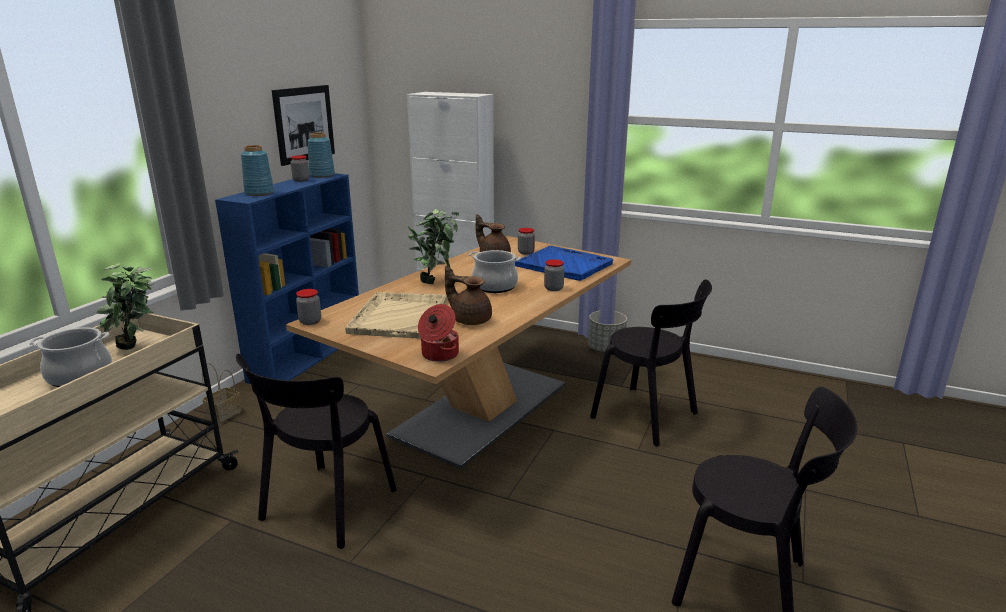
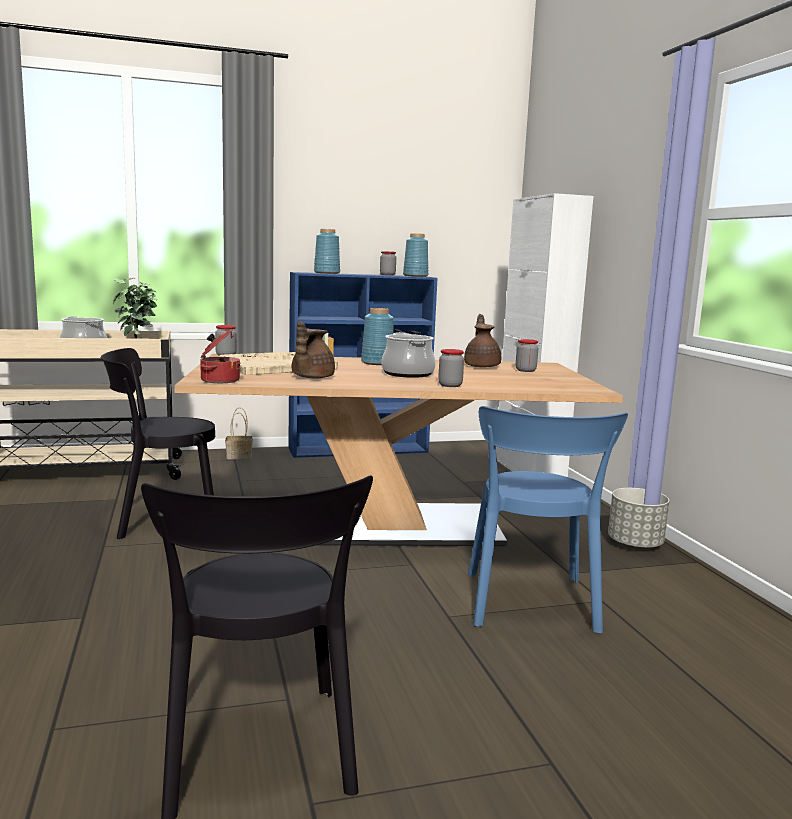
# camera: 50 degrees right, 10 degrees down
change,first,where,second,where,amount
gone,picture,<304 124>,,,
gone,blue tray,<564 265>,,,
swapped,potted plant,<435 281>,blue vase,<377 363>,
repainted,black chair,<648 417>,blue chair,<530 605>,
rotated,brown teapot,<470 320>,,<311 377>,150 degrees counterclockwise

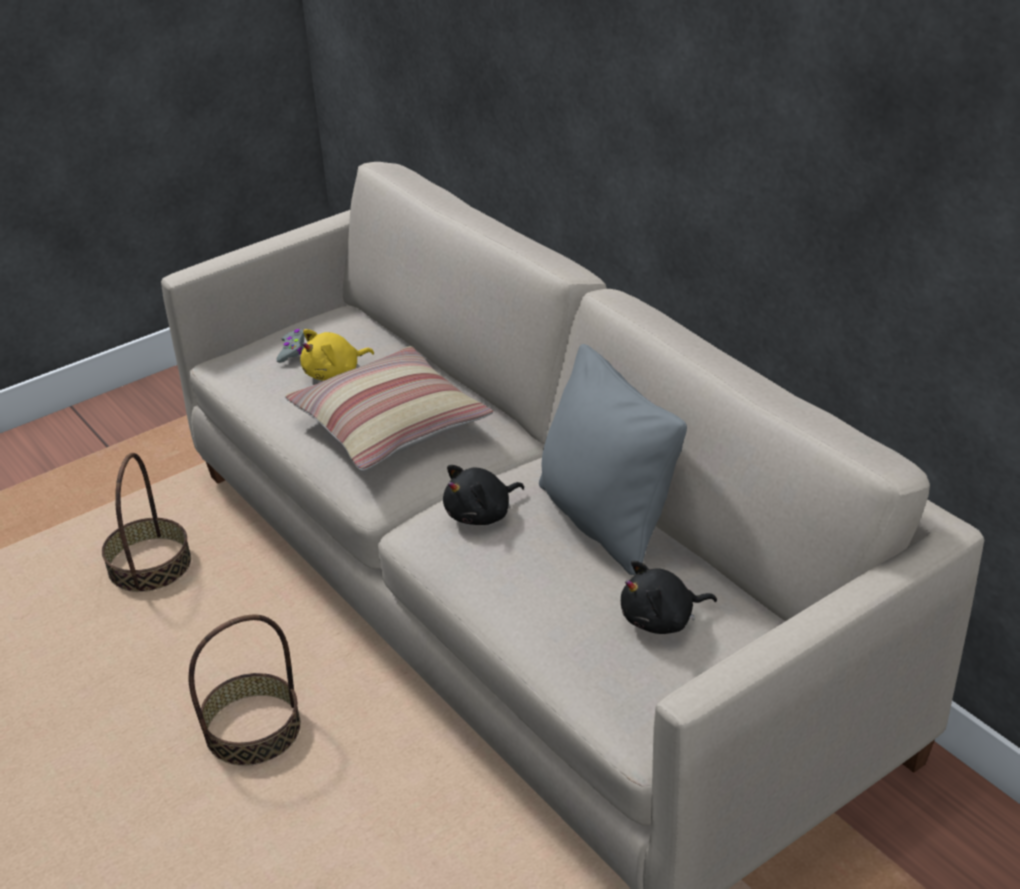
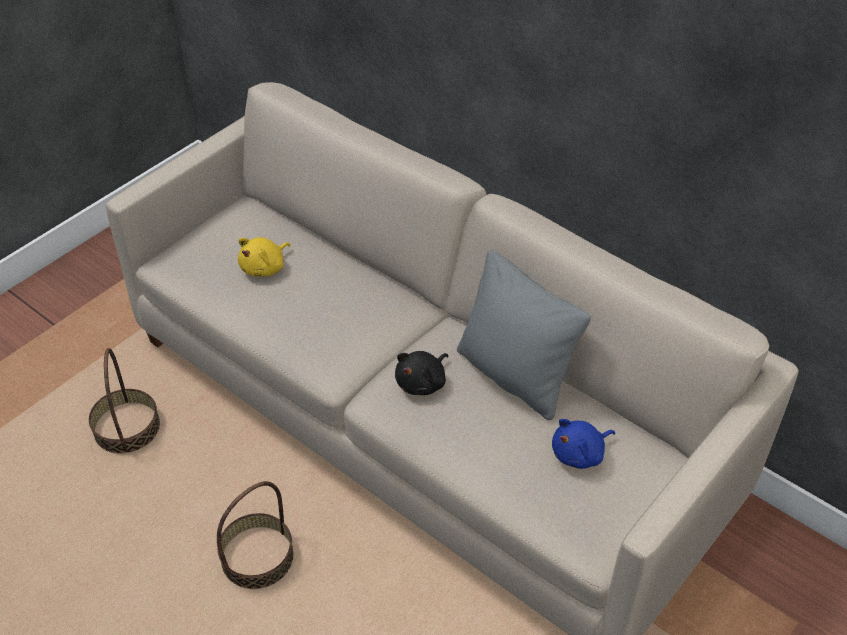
# camera: 15 degrees left, 10 degrees up
change,first,where,second,where,amount
gone,grey game controller,<292 350>,,,
gone,pillow,<390 424>,,,
repainted,black plush toy,<662 620>,blue plush toy,<580 454>,

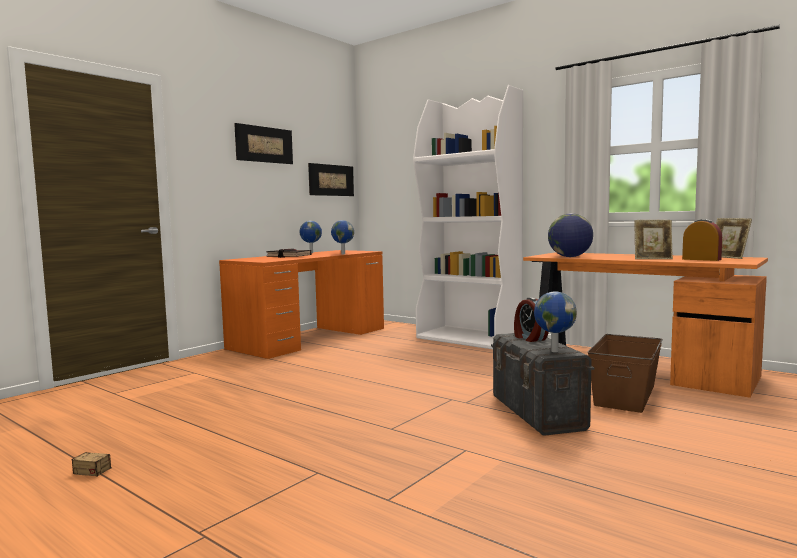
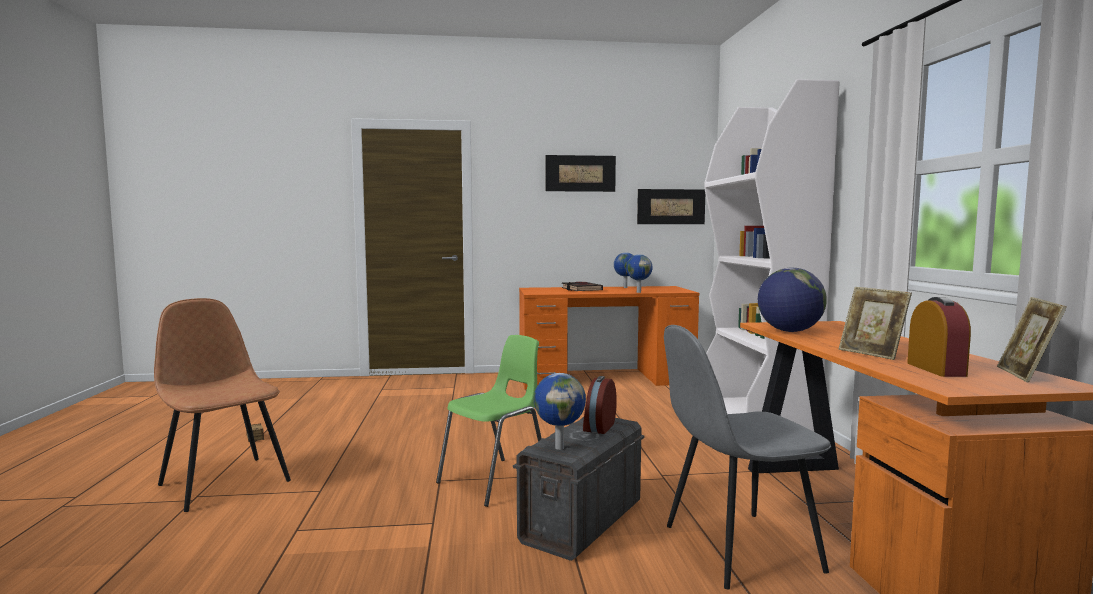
# camera: 45 degrees right, 0 degrees up
change,first,where,second,where,amount
new,,,brown chair,<224 482>,
new,,,green chair,<496 481>,
swapped,brown storage box,<624 395>,grey chair,<737 548>,

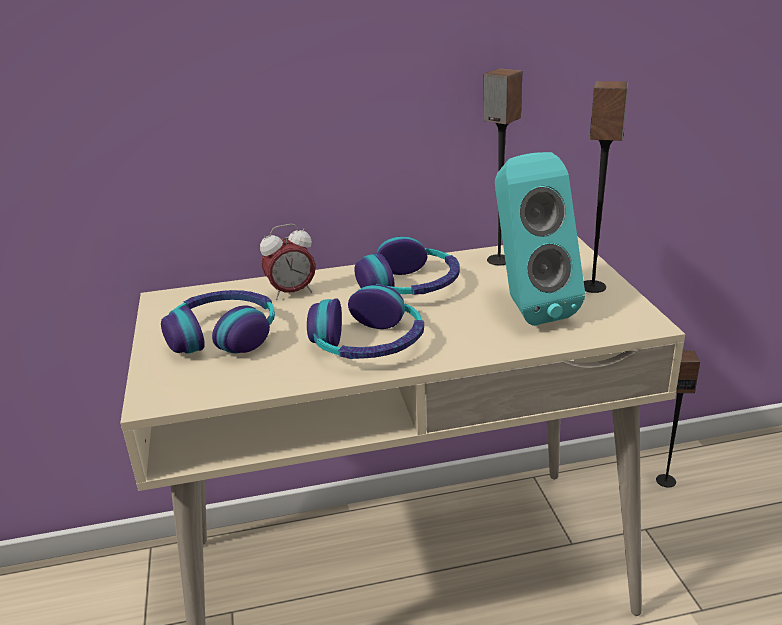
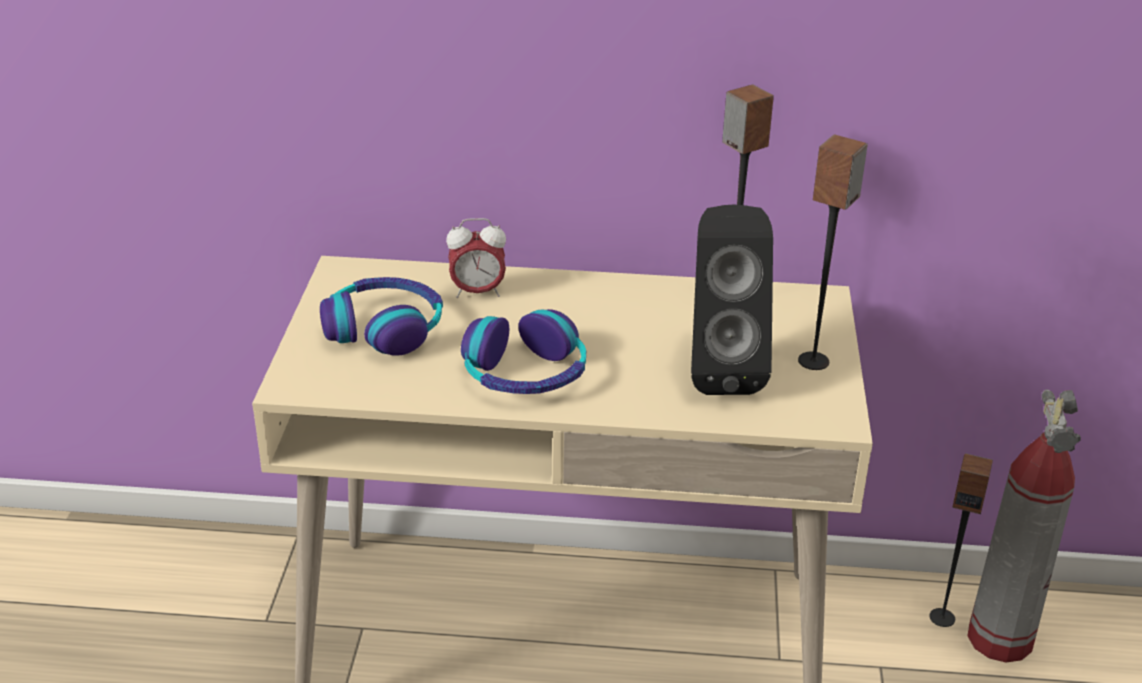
# camera: 15 degrees right, 5 degrees up
change,first,where,second,where,amount
gone,headphones,<410 286>,,,
new,,,fire extinguisher,<999 638>,
repainted,turquoise speaker,<527 308>,black speaker,<720 371>,

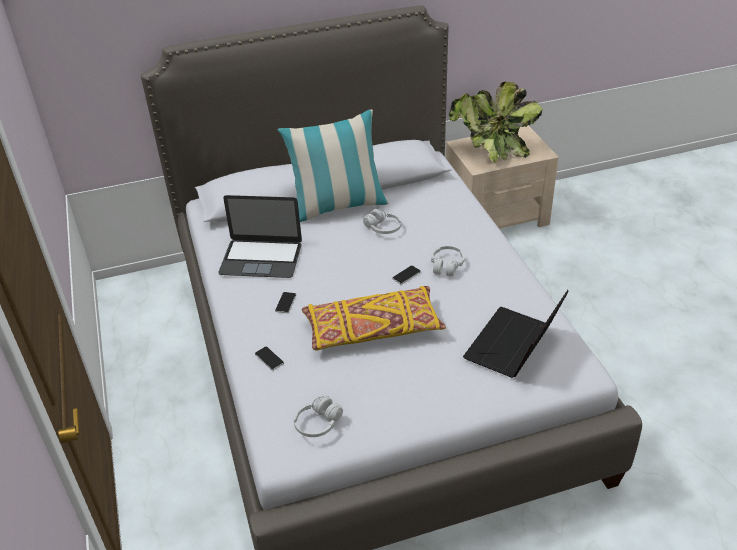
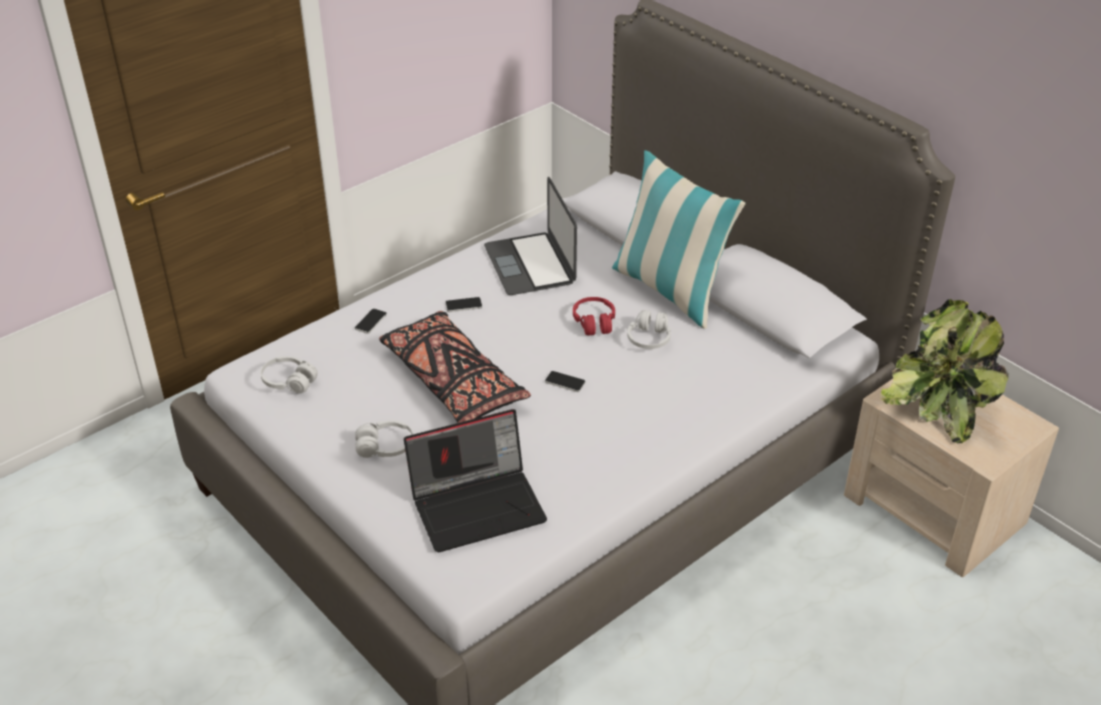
# camera: 65 degrees right, 0 degrees up
change,first,where,second,where,amount
new,,,red headphones,<594 322>,
shifted,white headphones,<446 266>,,<385 447>,
repainted,yellow pillow,<372 329>,black pillow,<452 381>,
rotated,laptop,<513 346>,,<478 505>,150 degrees clockwise

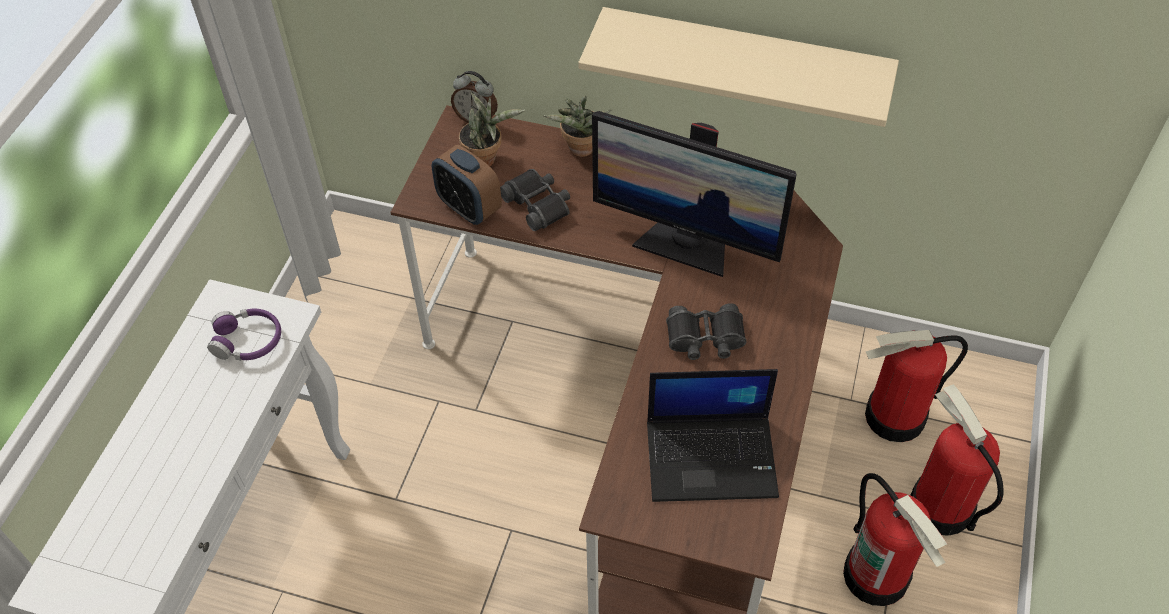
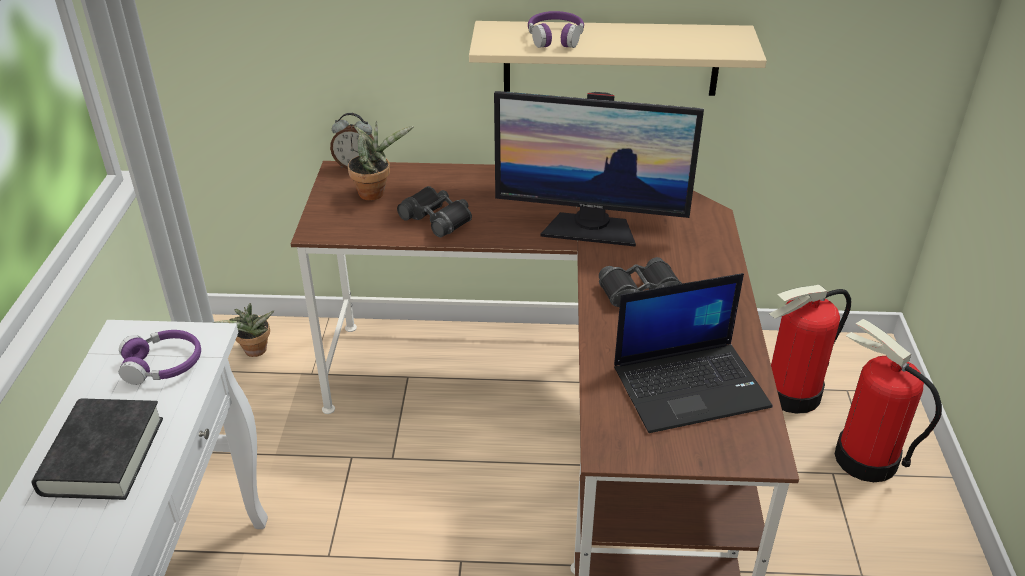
# camera: 15 degrees left, 15 degrees down
change,first,where,second,where,amount
gone,alarm clock,<469 208>,,,
gone,fire extinguisher,<877 575>,,,
new,,,black book,<103 456>,
new,,,purple headphones,<555 38>,
shifted,potted plant,<580 151>,,<254 352>,

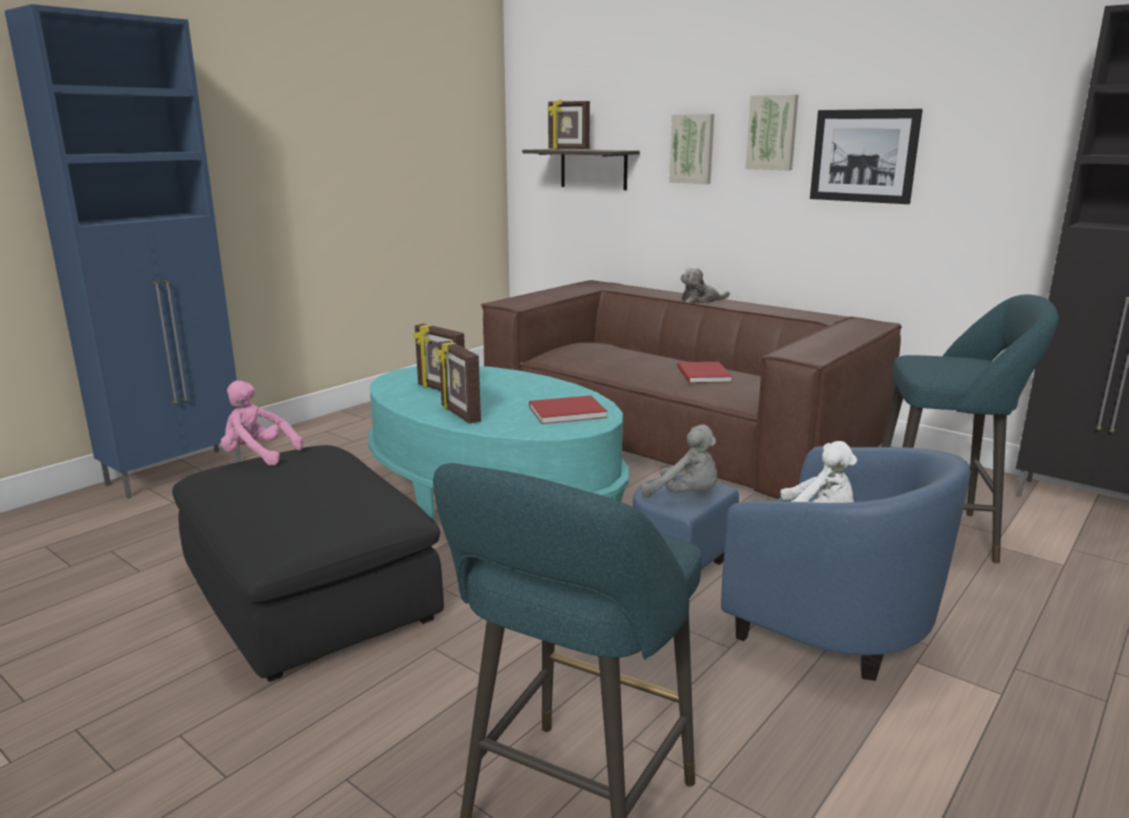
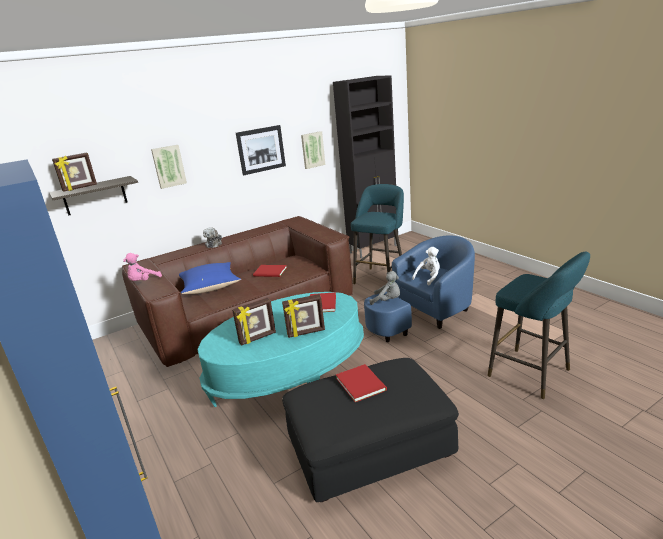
# camera: 70 degrees left, 5 degrees up
change,first,where,second,where,amount
new,,,blue pillow,<210 287>,
new,,,red book,<361 383>,
shifted,pink plush toy,<257 456>,,<143 282>,
shifted,picture,<772 132>,,<312 150>,
rotated,grey plush toy,<686 496>,,<387 300>,60 degrees clockwise

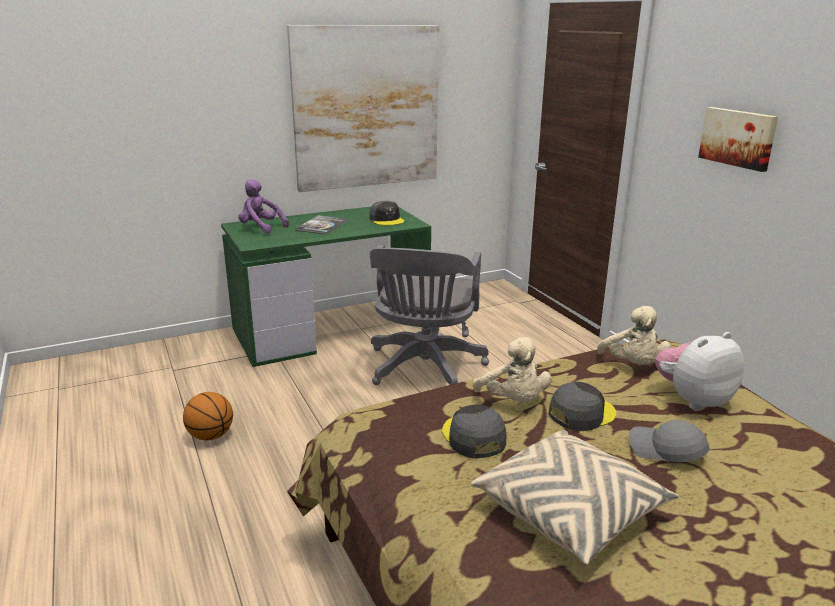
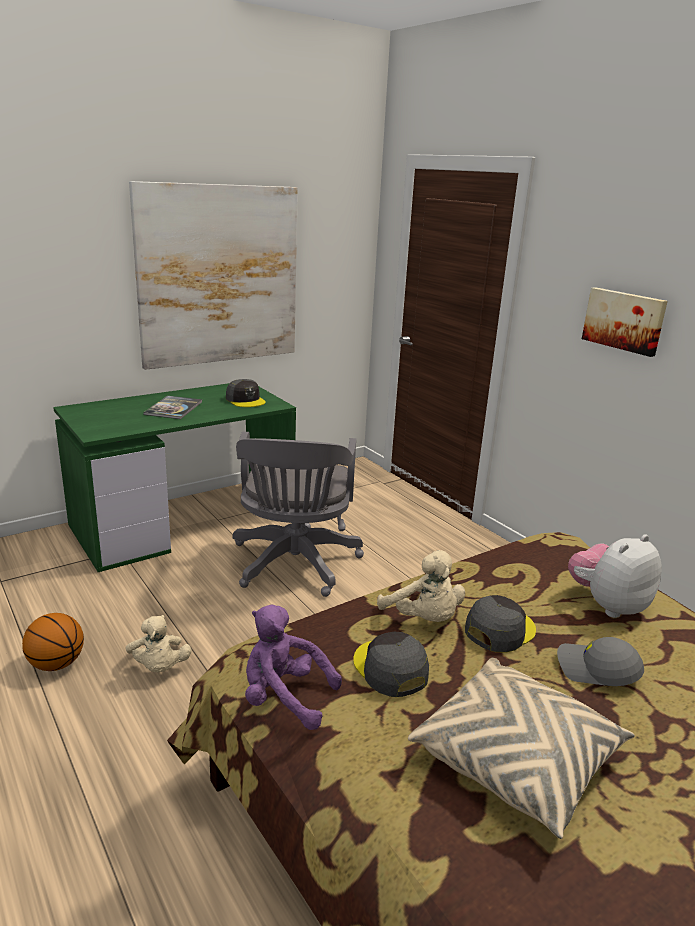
# camera: 10 degrees left, 0 degrees up
change,first,where,second,where,amount
shifted,purple plush toy,<261 228>,,<284 698>,
shifted,beige plush toy,<633 365>,,<159 667>,

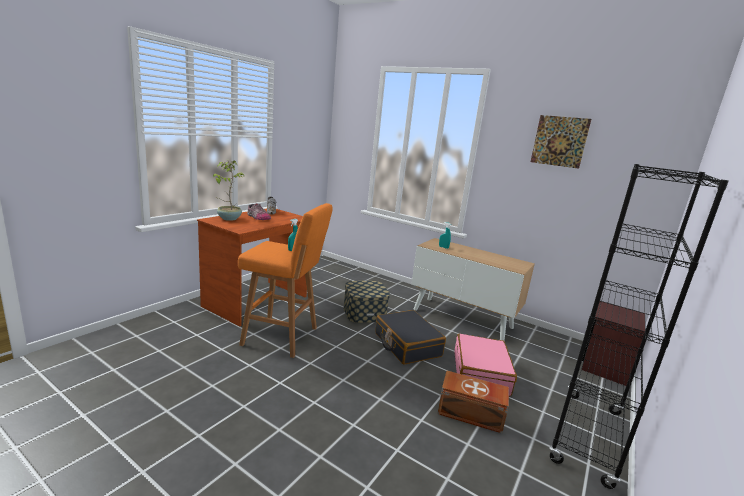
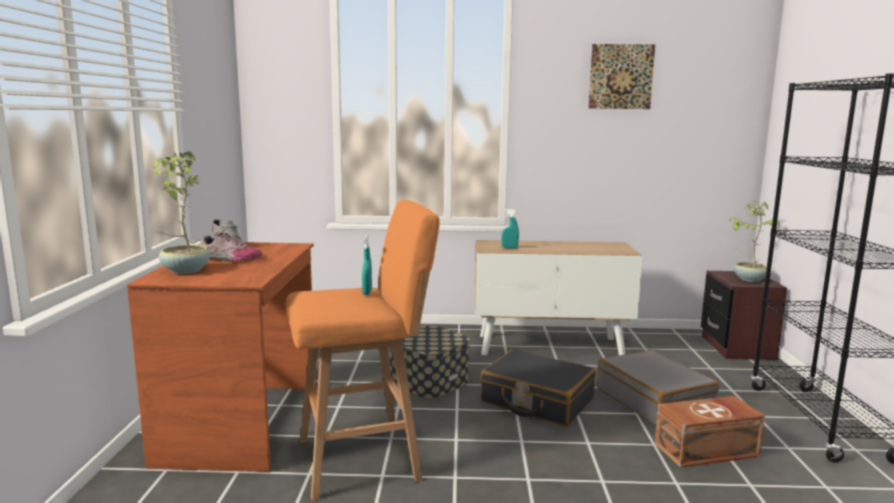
# camera: 30 degrees left, 5 degrees down
change,first,where,second,where,amount
new,,,potted plant,<749 279>,
repainted,pink suitcase,<481 373>,grey suitcase,<653 401>,

